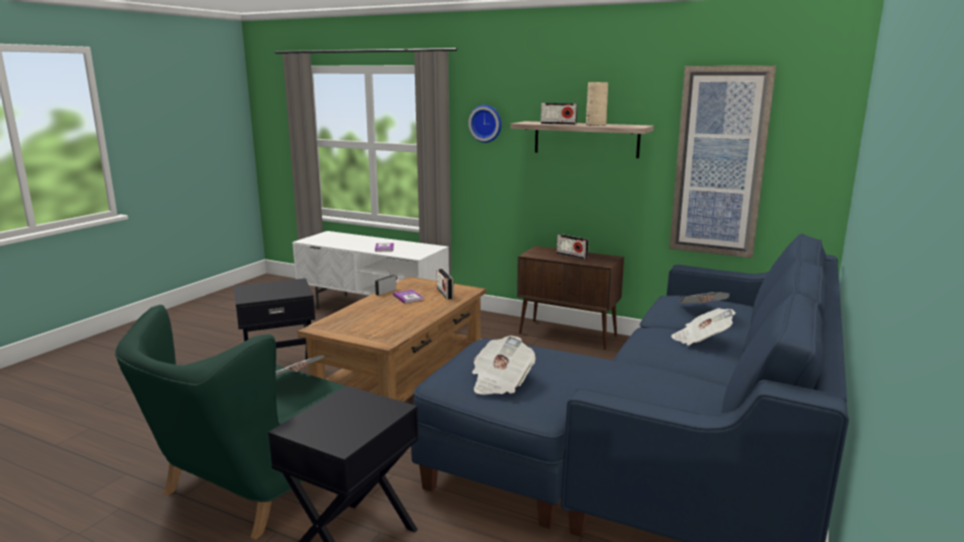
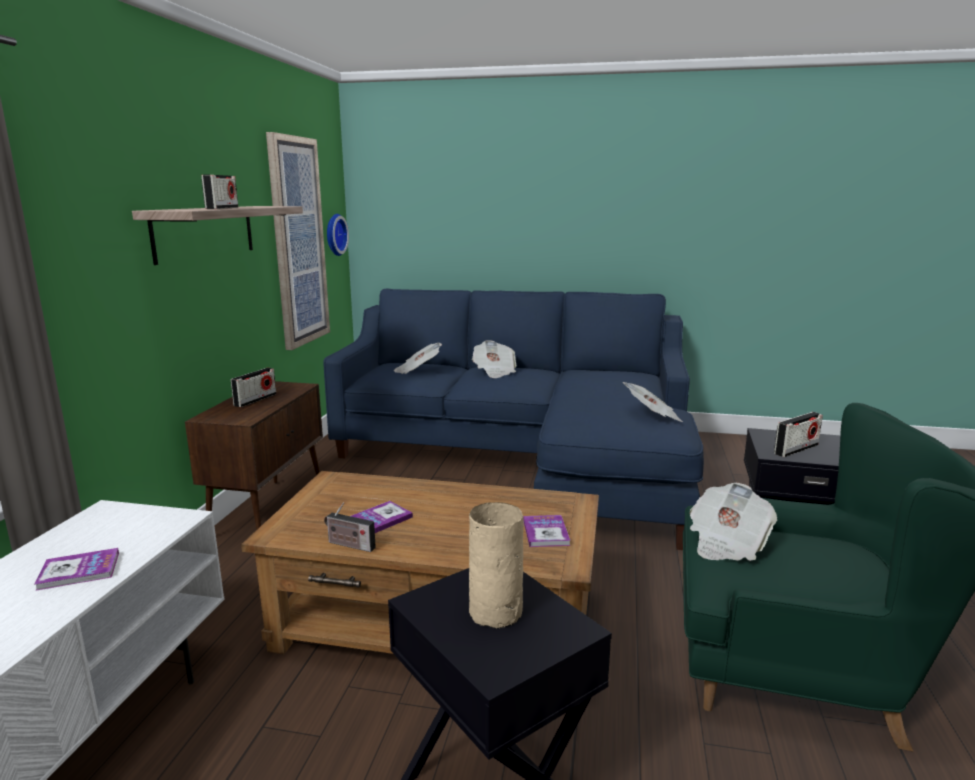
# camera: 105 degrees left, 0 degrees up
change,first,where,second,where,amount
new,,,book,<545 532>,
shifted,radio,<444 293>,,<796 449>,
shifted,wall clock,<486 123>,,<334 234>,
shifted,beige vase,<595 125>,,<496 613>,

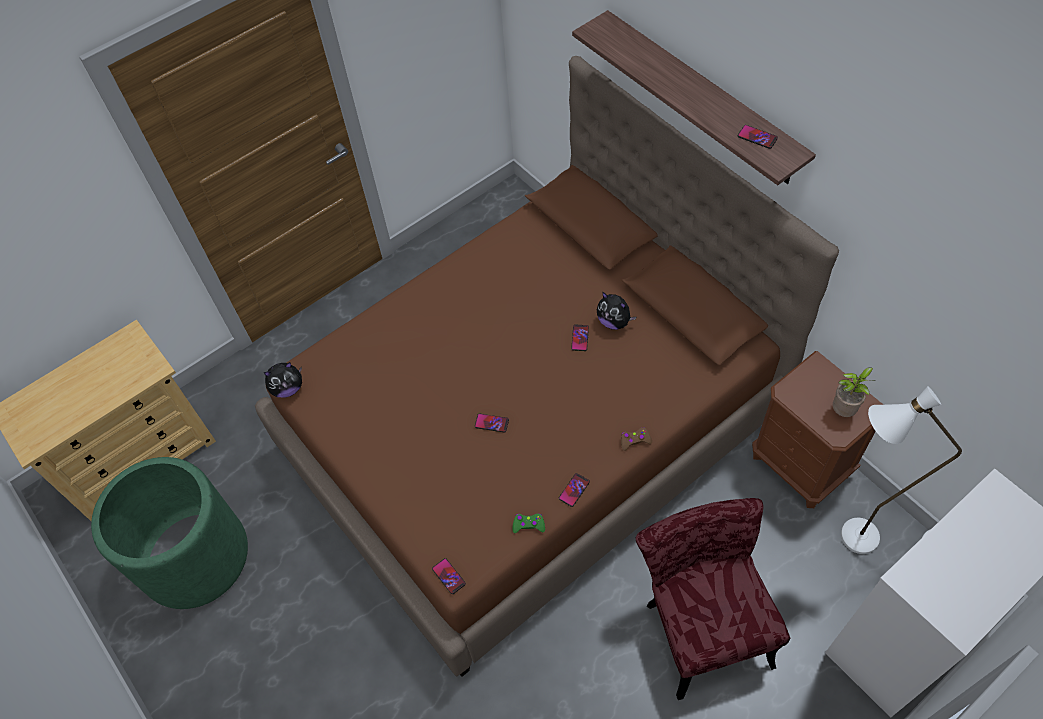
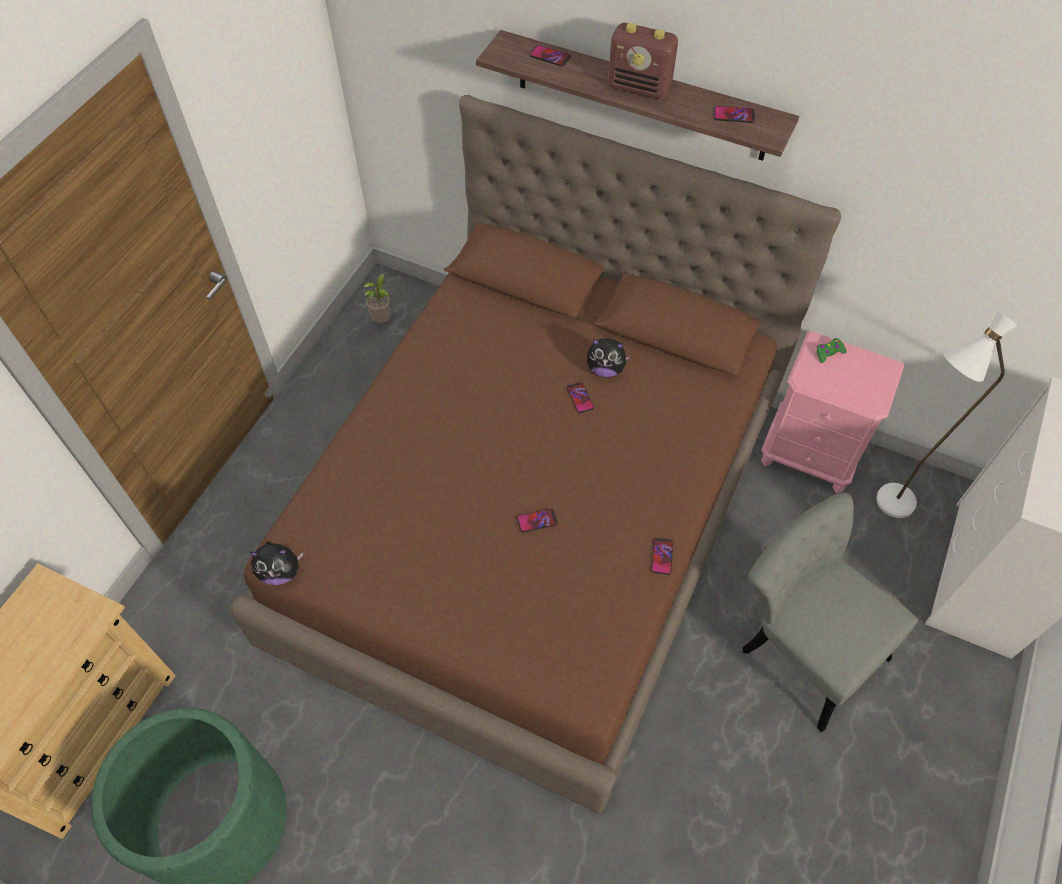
# camera: 30 degrees left, 0 degrees up
change,first,where,second,where,amount
gone,brown game controller,<635 440>,,,
new,,,radio,<640 88>,
shifted,phone,<448 576>,,<550 56>,
shifted,green game controller,<528 525>,,<828 352>,
shifted,potted plant,<844 411>,,<383 320>,
repainted,red chair,<702 622>,grey chair,<802 644>,
repainted,brown nightstand,<800 465>,pink nightstand,<809 455>,
rotated,plush toy,<288 388>,,<280 572>,45 degrees clockwise

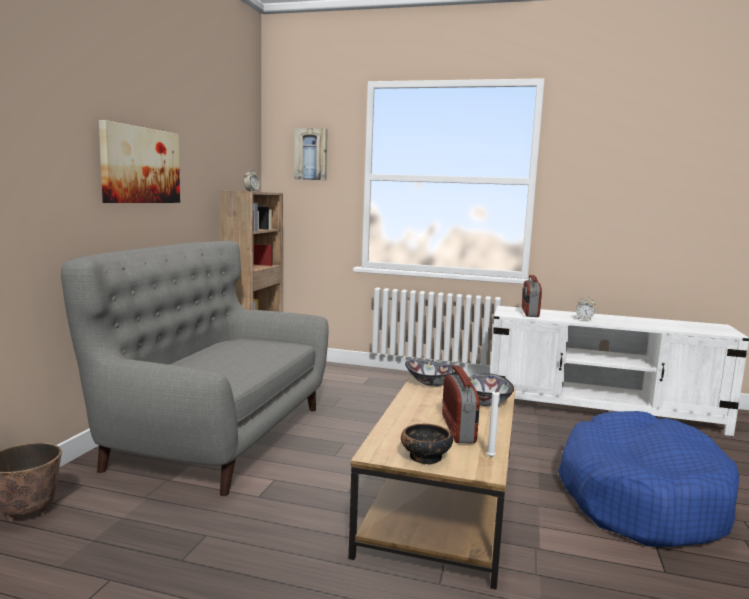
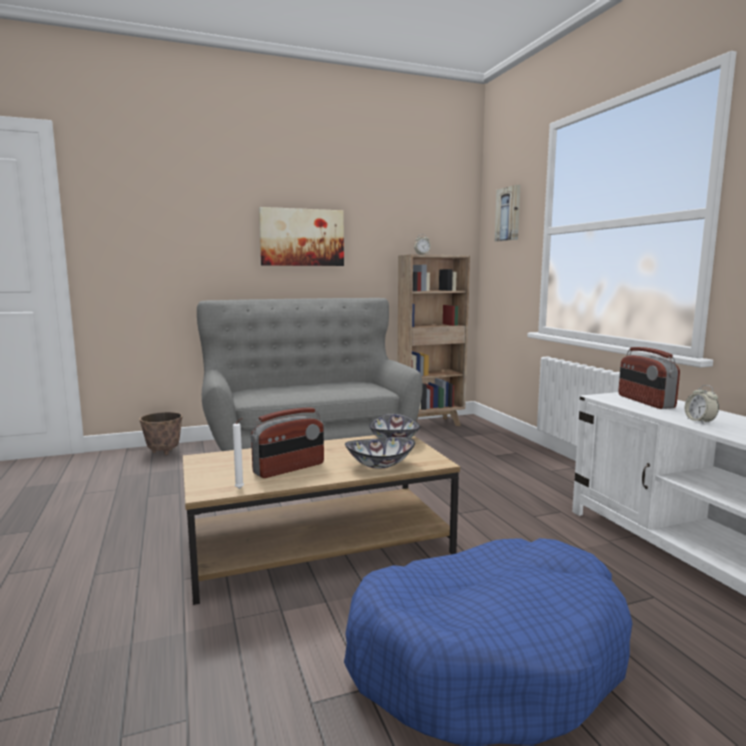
# camera: 55 degrees right, 0 degrees up
change,first,where,second,where,amount
gone,bowl,<425 457>,,,
rotated,radio,<529 313>,,<645 401>,75 degrees counterclockwise

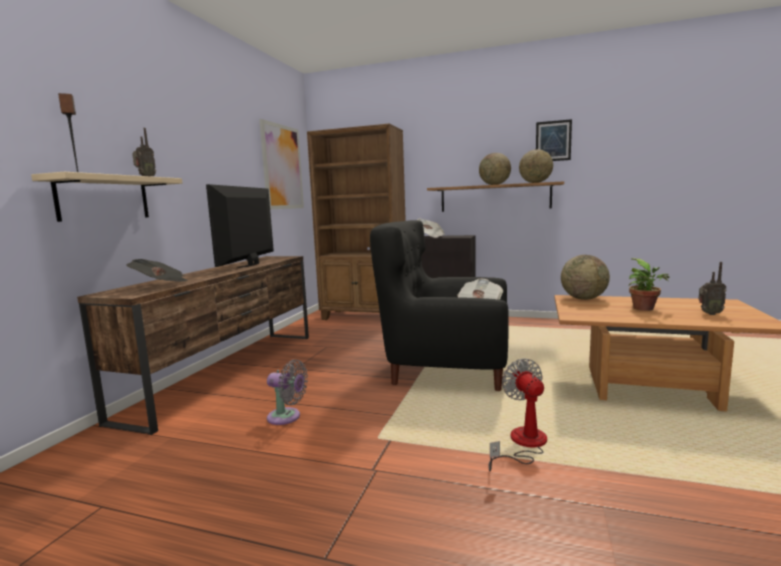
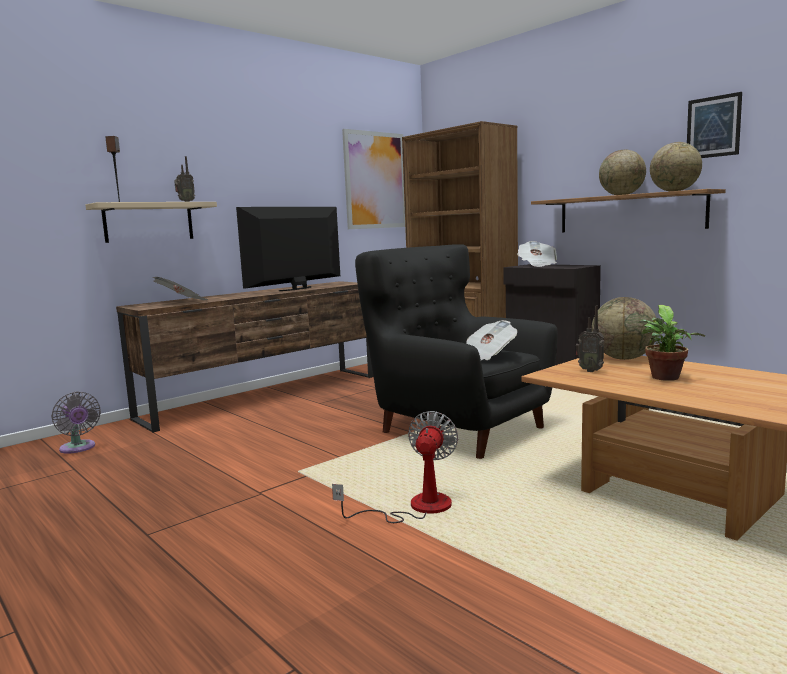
# camera: 30 degrees right, 0 degrees up
change,first,where,second,where,amount
shifted,grey fan,<287 417>,,<78 448>,
shifted,radio,<709 313>,,<590 370>,

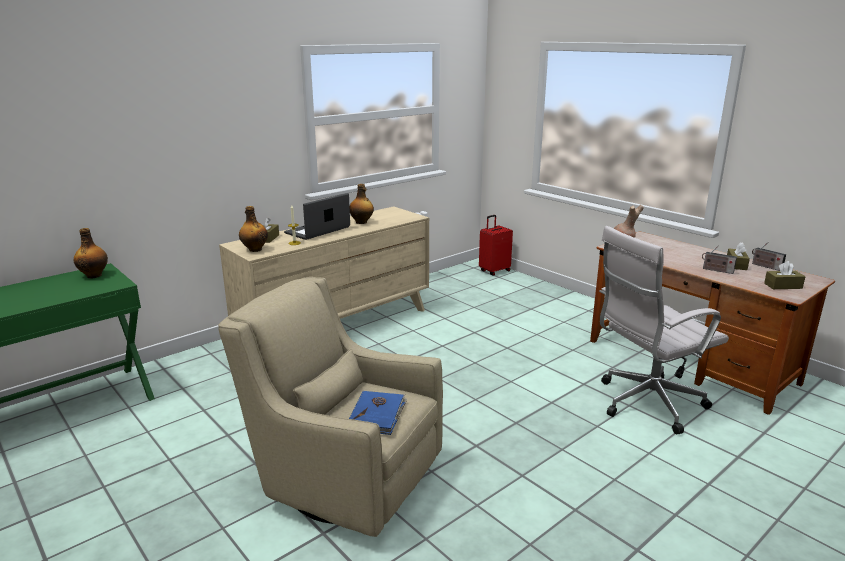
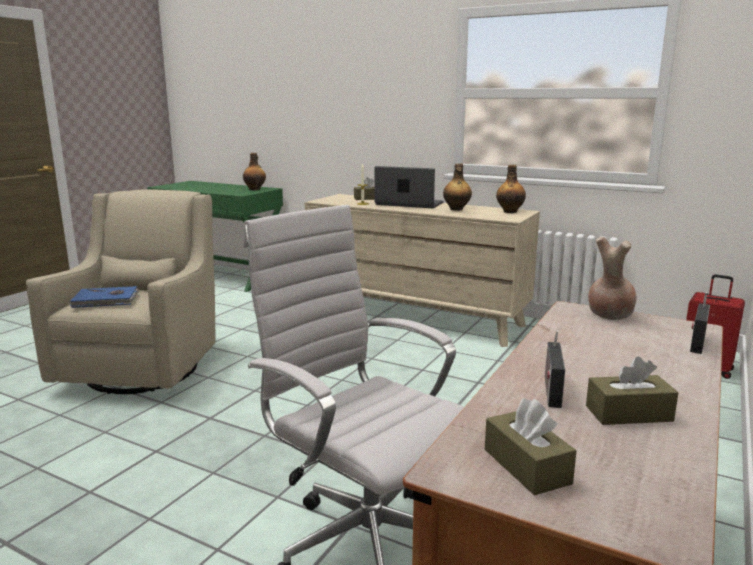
# camera: 70 degrees right, 5 degrees down
change,first,where,second,where,amount
shifted,bottle,<255 249>,,<510 211>,
shifted,radio,<765 266>,,<696 342>,

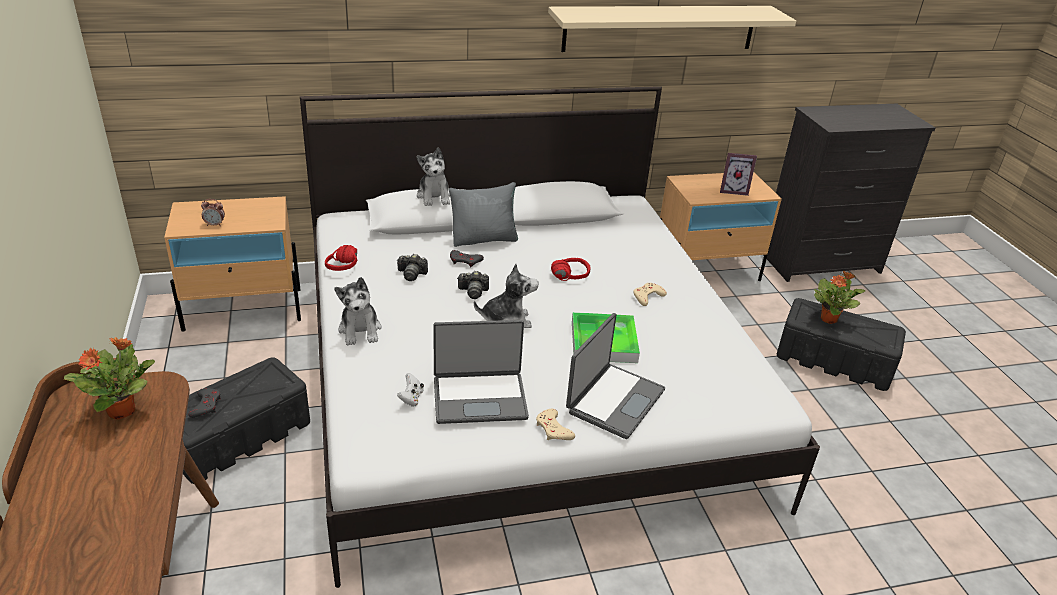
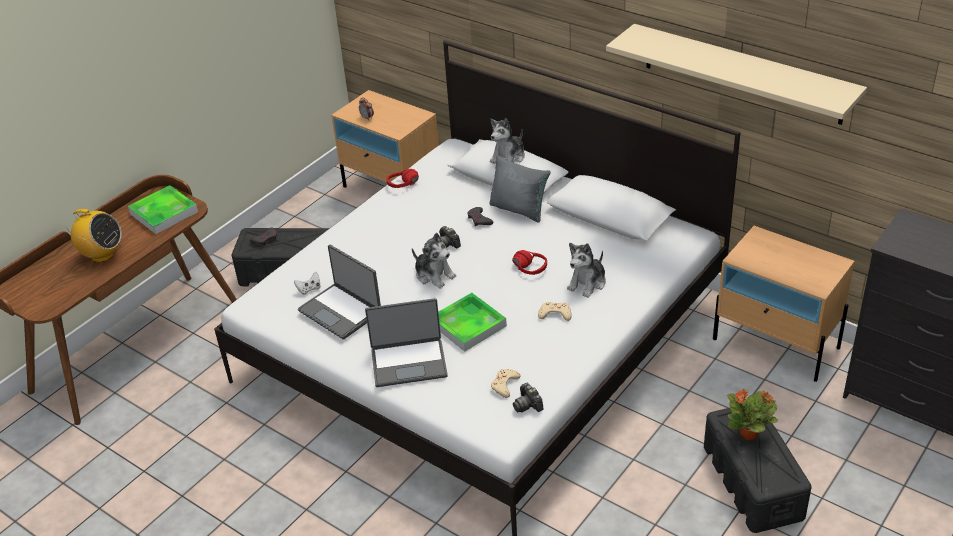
# camera: 55 degrees right, 5 degrees up
change,first,where,second,where,amount
gone,picture frame,<733 190>,,,
new,,,radio,<102 255>,
shifted,plush toy,<360 330>,,<587 283>,
shifted,photo camera,<412 274>,,<528 405>,
shifted,beige game controller,<553 429>,,<504 385>,
swapped,potted plant,<123 410>,tray,<164 213>,

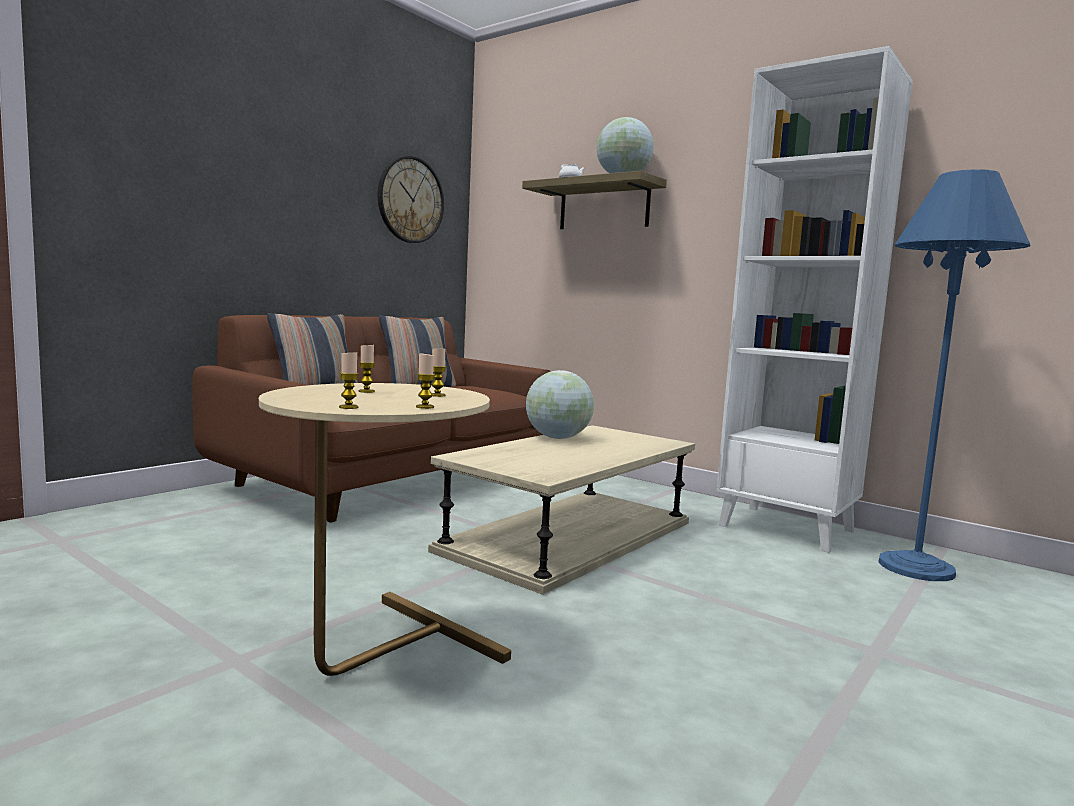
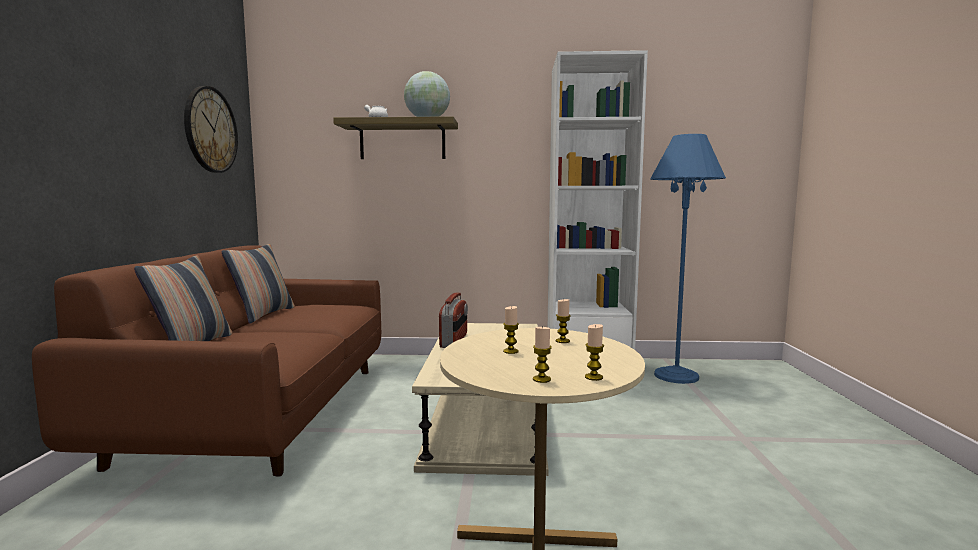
# camera: 35 degrees left, 0 degrees up
change,first,where,second,where,amount
shifted,candle,<425 407>,,<541 379>,
swapped,globe,<557 438>,radio,<454 341>,

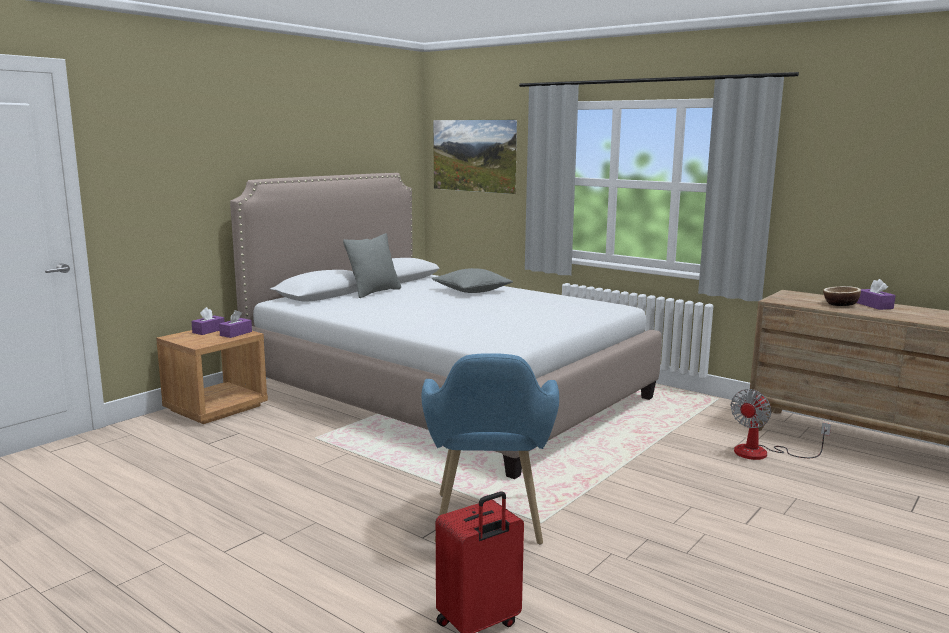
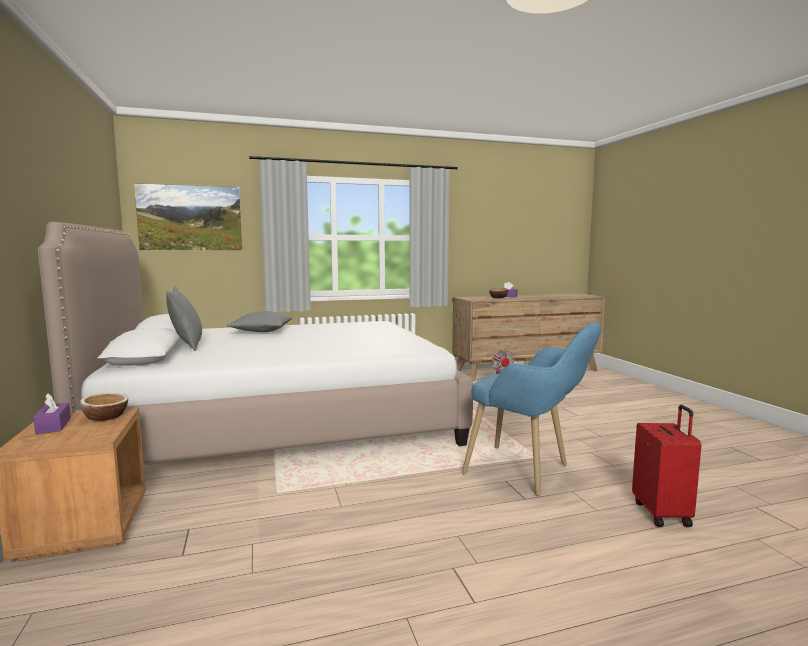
# camera: 55 degrees left, 5 degrees down
change,first,where,second,where,amount
swapped,purple tissue box,<236 333>,bowl,<105 417>,

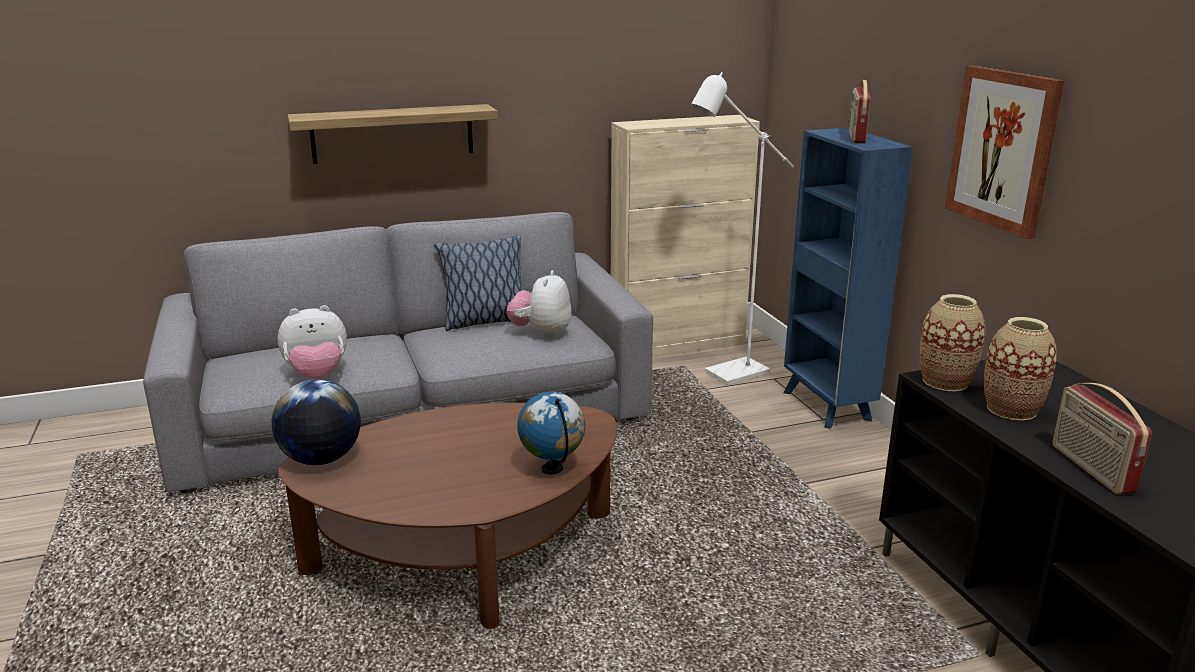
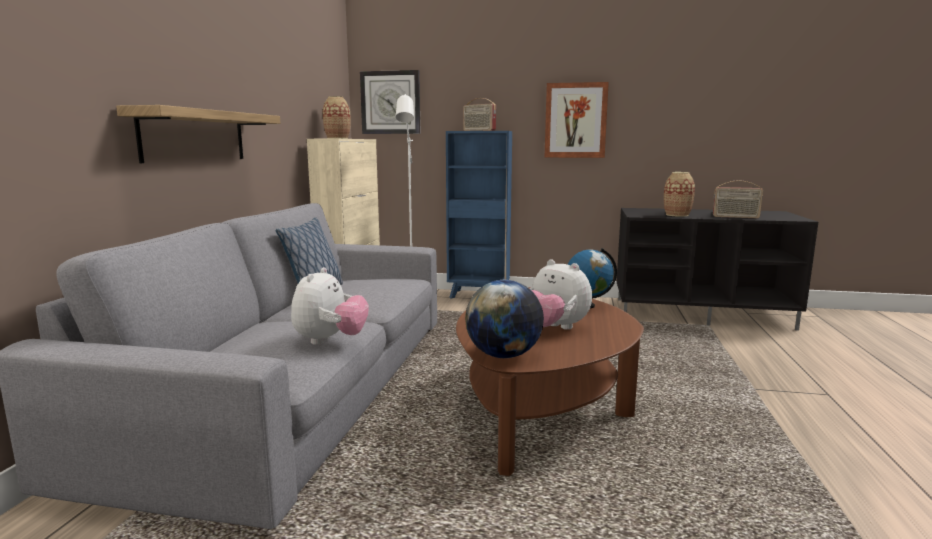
# camera: 60 degrees left, 10 degrees down
change,first,where,second,where,amount
new,,,wall clock,<390 102>,
shifted,plush toy,<541 333>,,<554 328>,
shifted,vase,<945 381>,,<337 138>,

